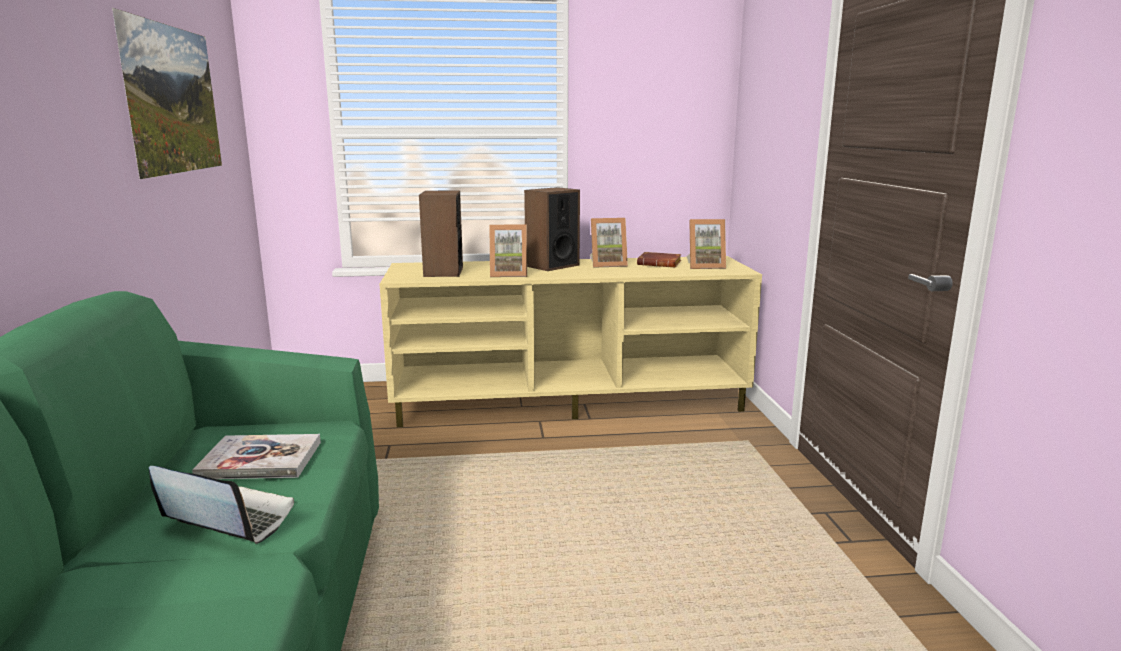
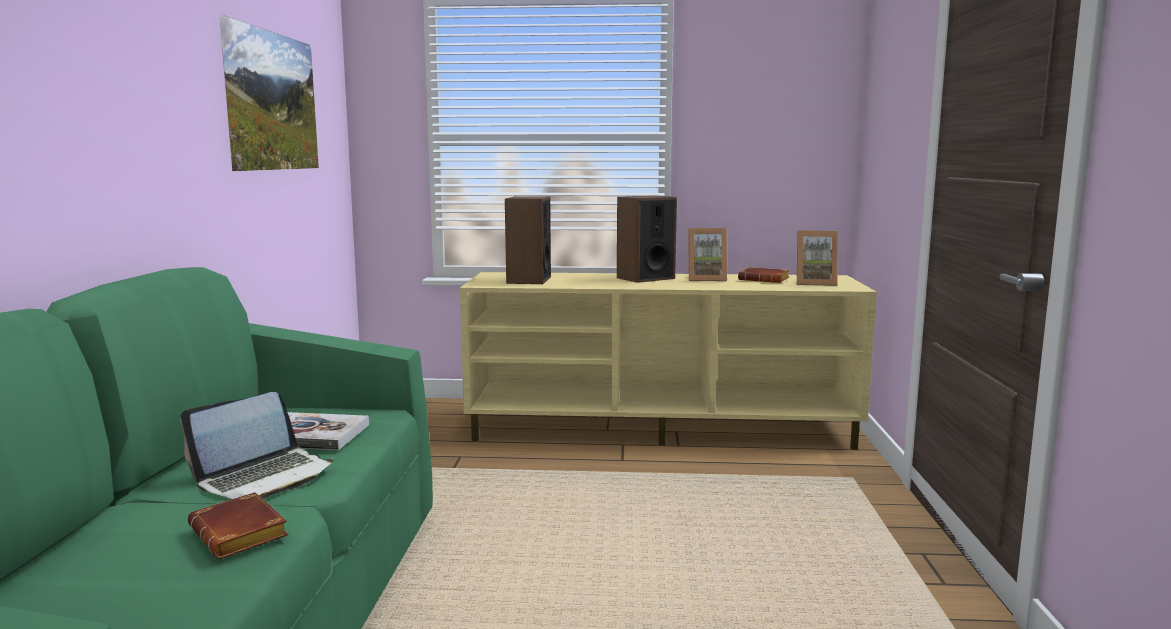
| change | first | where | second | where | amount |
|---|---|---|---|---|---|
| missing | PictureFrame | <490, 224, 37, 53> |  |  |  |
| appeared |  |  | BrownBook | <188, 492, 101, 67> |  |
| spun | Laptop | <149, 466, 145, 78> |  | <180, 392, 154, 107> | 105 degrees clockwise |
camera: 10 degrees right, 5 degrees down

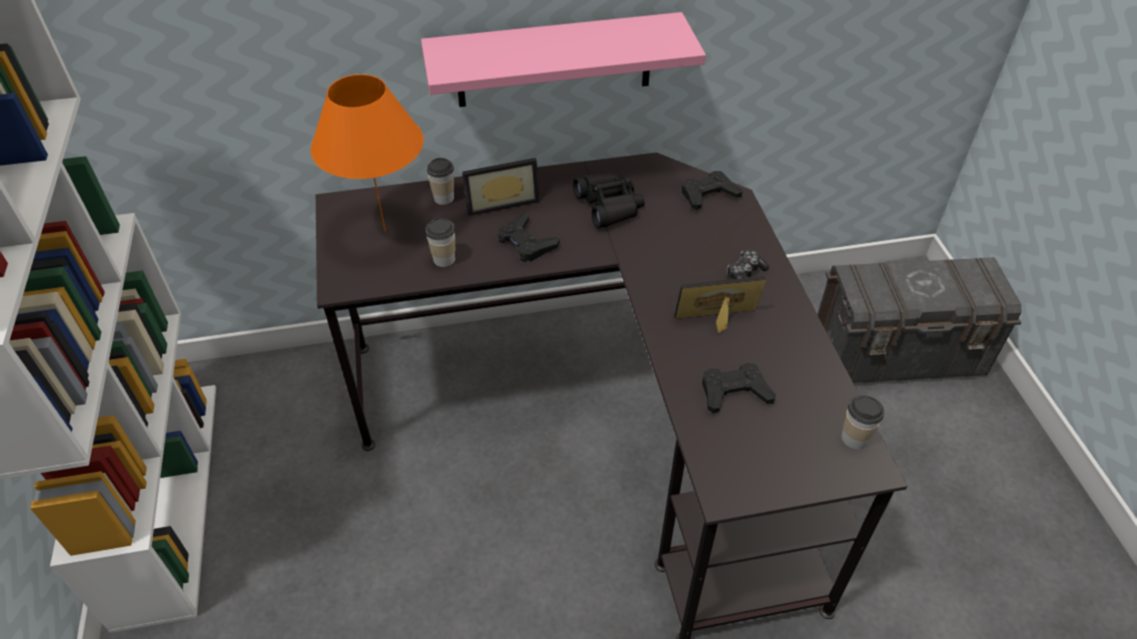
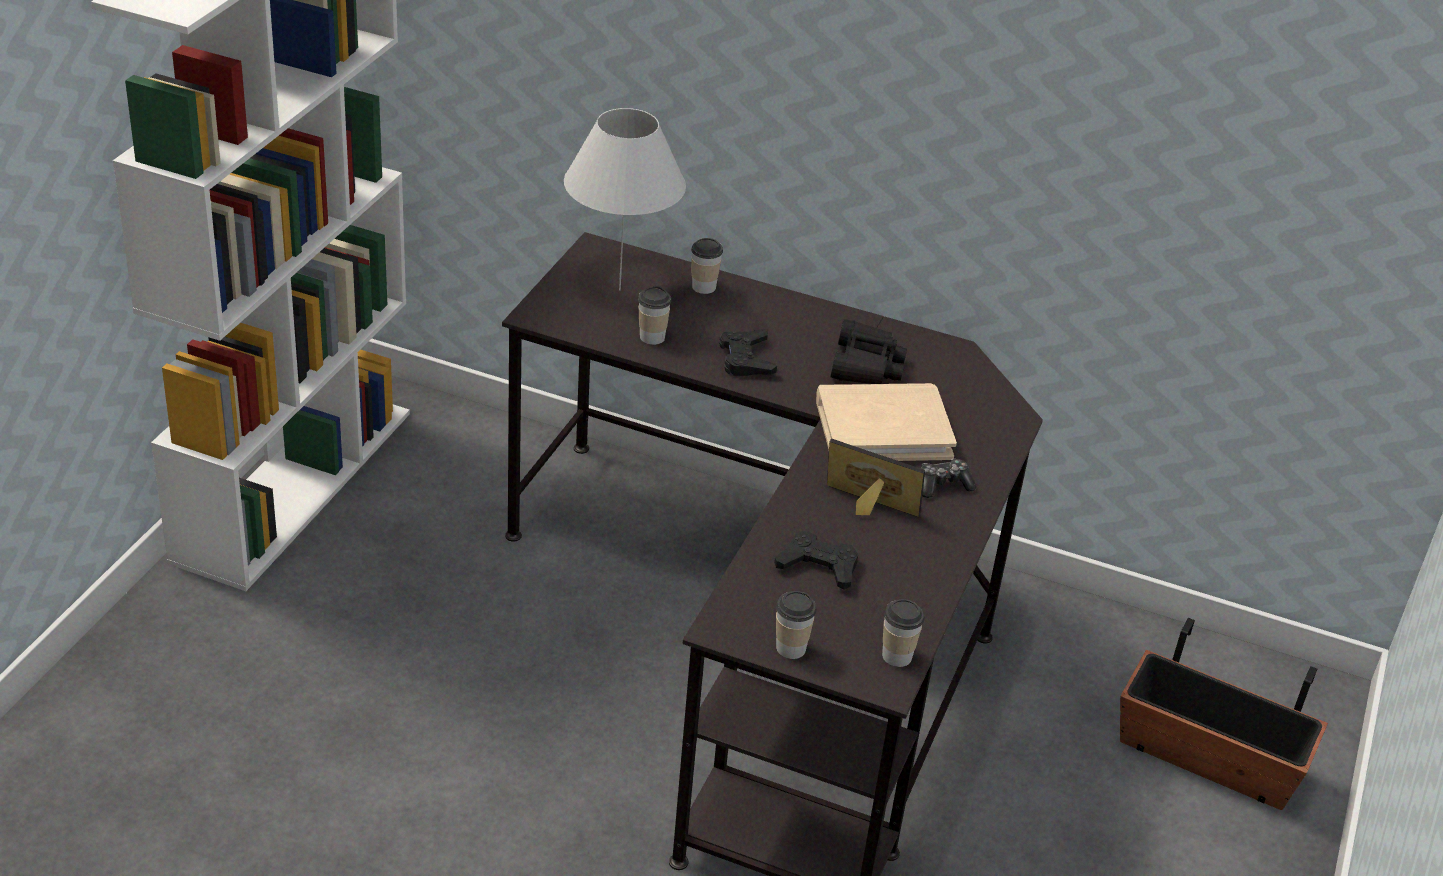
| change | first | where | second | where | amount |
|---|---|---|---|---|---|
| missing | PinkShelf | <421, 12, 285, 95> |  |  |  |
| missing | PictureFrame | <462, 158, 78, 58> |  |  |  |
| missing | BlackGameController | <682, 171, 60, 39> |  |  |  |
| appeared |  |  | Cup | <776, 591, 40, 68> |  |
| appeared |  |  | BeigeBook | <816, 383, 141, 78> |  |
| exchanged | GreyStorageBox | <817, 257, 205, 126> | Planter | <1120, 618, 208, 192> |  |
| colour | OrangeTableLamp | <311, 74, 113, 157> | WhiteTableLamp | <564, 108, 122, 183> |  |
camera: 30 degrees right, 10 degrees down

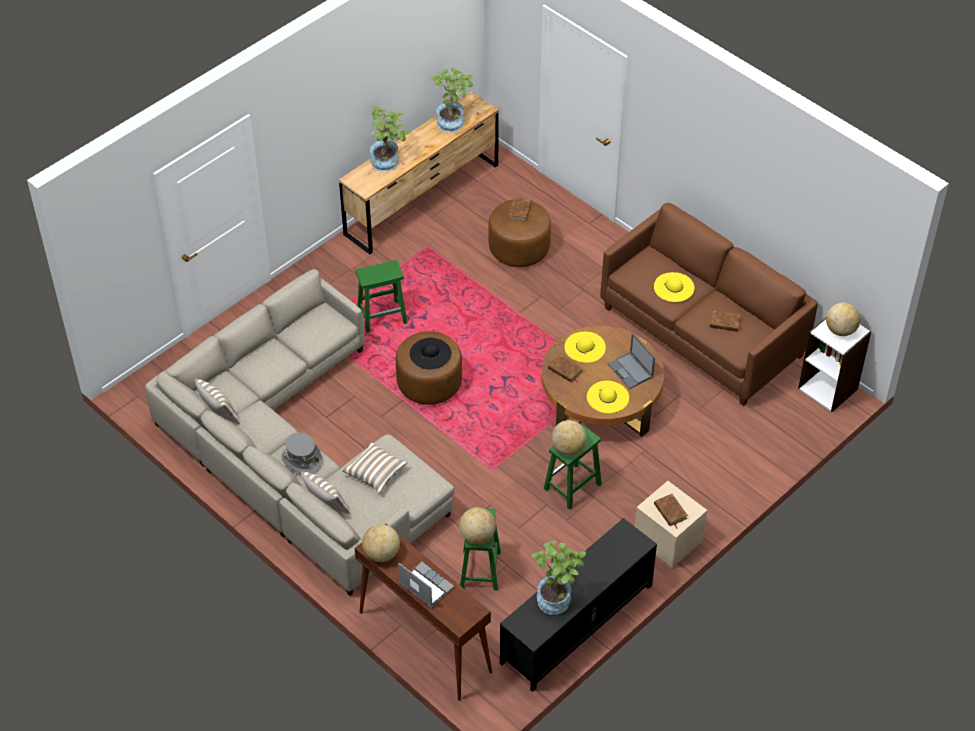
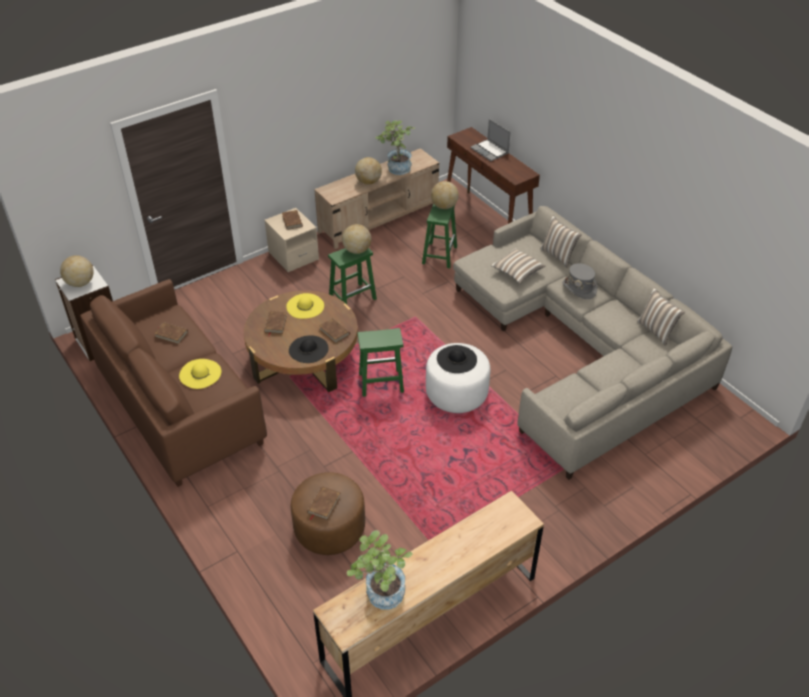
| change | first | where | second | where | amount |
|---|---|---|---|---|---|
| missing | PottedPlant | <370, 106, 41, 66> |  |  |  |
| relocated | GreenStool | <355, 260, 52, 73> |  | <357, 328, 47, 69> |  |
| relocated | Globe | <362, 524, 38, 38> |  | <355, 157, 27, 28> |  |
| exchanged | Laptop | <607, 333, 48, 56> | BrownBook | <264, 311, 23, 25> |  |
| colour | BrownOttoman | <395, 331, 67, 74> | WhiteOttoman | <426, 343, 64, 70> |  |
| colour | BlackTvStand | <500, 518, 157, 174> | BeigeTvStand | <314, 148, 125, 101> |  |
| colour | YellowHat | <565, 332, 41, 31> | BlackHat | <289, 336, 40, 27> |  |
camera: 170 degrees left, 5 degrees down

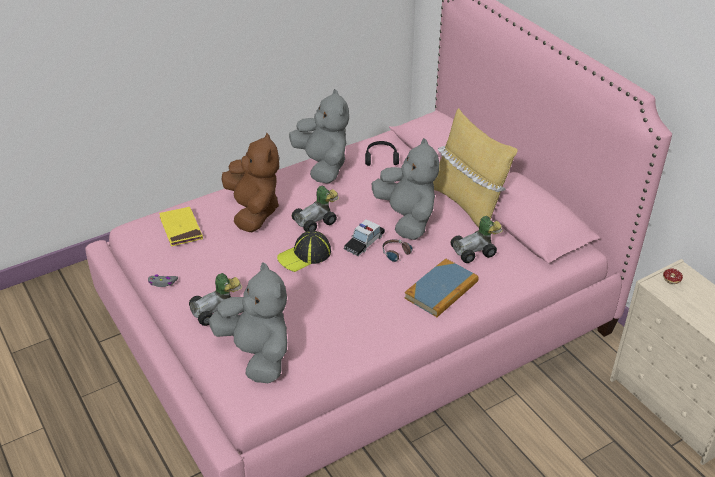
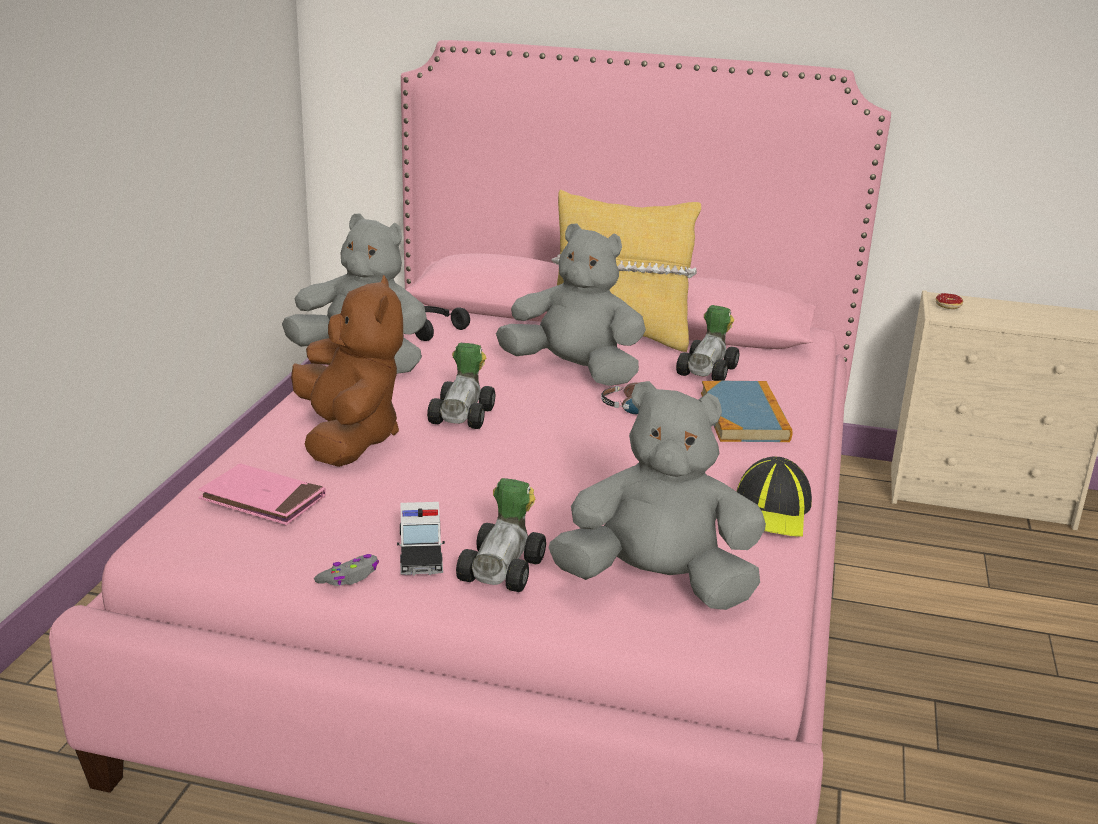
| change | first | where | second | where | amount |
|---|---|---|---|---|---|
| relocated | Cap | <277, 230, 54, 42> |  | <737, 456, 75, 80> |  |
| relocated | ToyCar | <344, 219, 41, 37> |  | <397, 502, 48, 74> |  |
| colour | YellowBook | <159, 207, 44, 39> | PinkBook | <198, 464, 128, 61> |  |
| spun | BrownPlushToy | <222, 132, 57, 100> |  | <291, 275, 112, 192> | 45 degrees clockwise |
camera: 45 degrees left, 15 degrees down

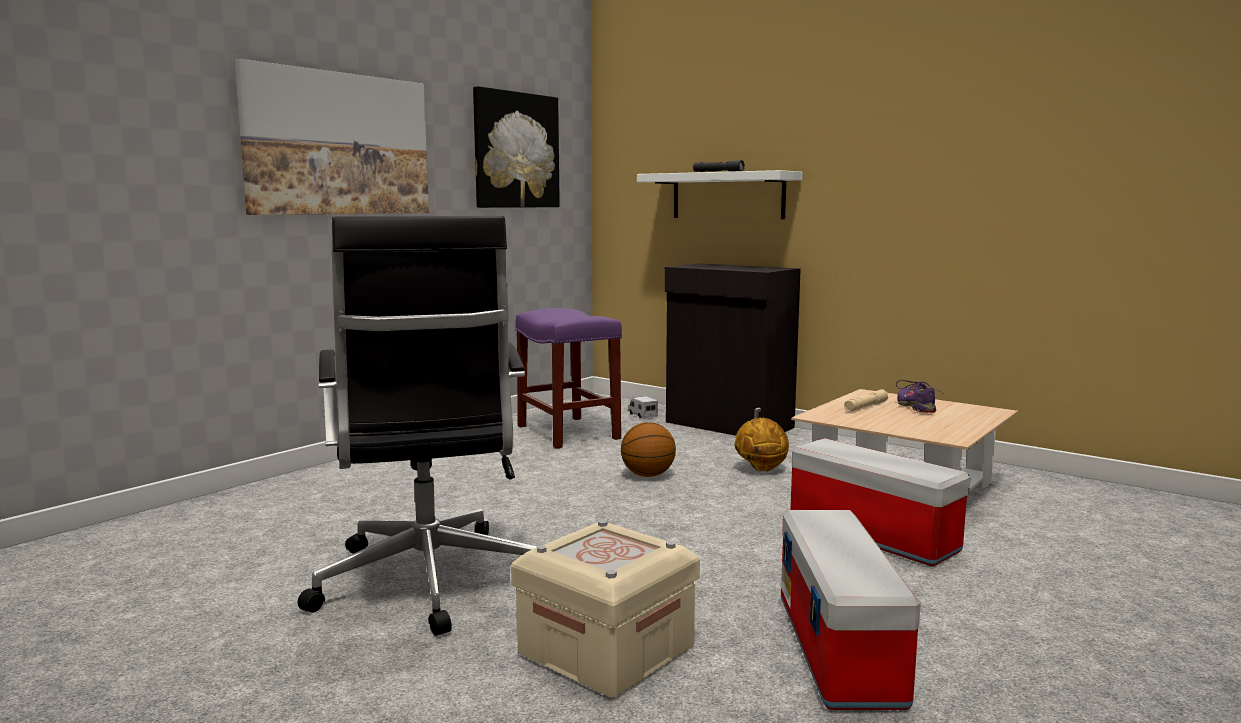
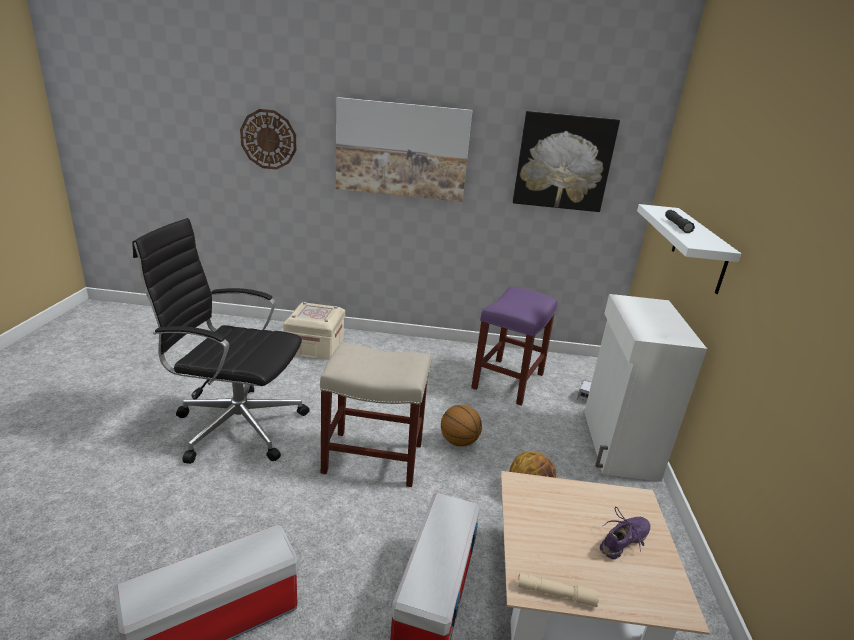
| change | first | where | second | where | amount |
|---|---|---|---|---|---|
| appeared |  |  | WallClock | <240, 109, 56, 61> |  |
| appeared |  |  | BeigeStool | <320, 342, 111, 145> |  |
| relocated | BeigeStorageBox | <511, 520, 189, 178> |  | <283, 302, 62, 58> |  |
| relocated | BeigeFlashlight | <844, 389, 44, 23> |  | <518, 573, 81, 34> |  |
| colour | BlackCabinet | <664, 263, 137, 173> | WhiteCabinet | <584, 294, 123, 188> |  |
| spun | BlackOfficeChair | <298, 216, 239, 420> |  | <132, 218, 178, 246> | 60 degrees clockwise |
camera: 55 degrees right, 15 degrees up

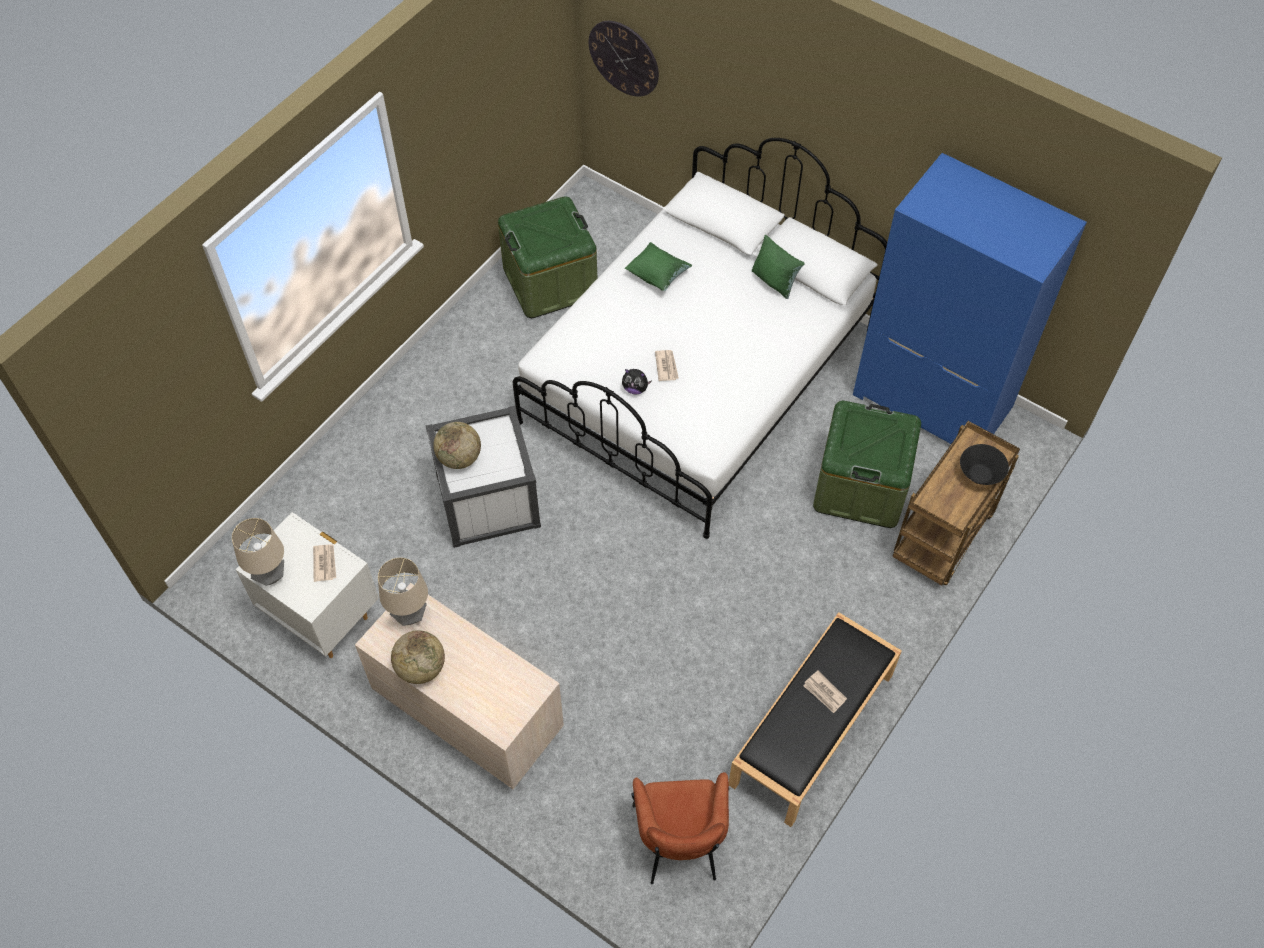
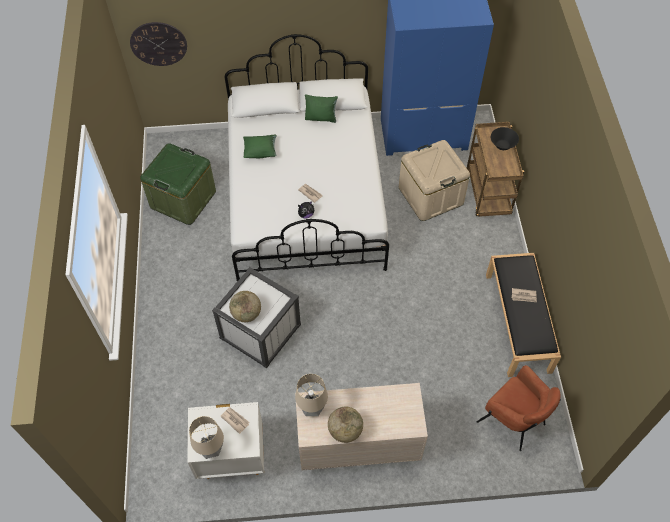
| change | first | where | second | where | amount |
|---|---|---|---|---|---|
| colour | GreenStorageBox | <813, 401, 108, 127> | BeigeStorageBox | <399, 140, 71, 81> |  |
camera: 40 degrees left, 0 degrees up

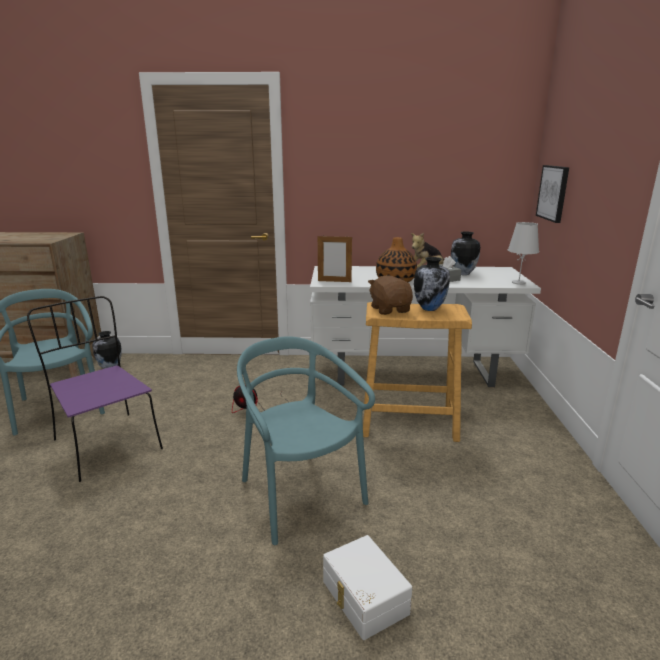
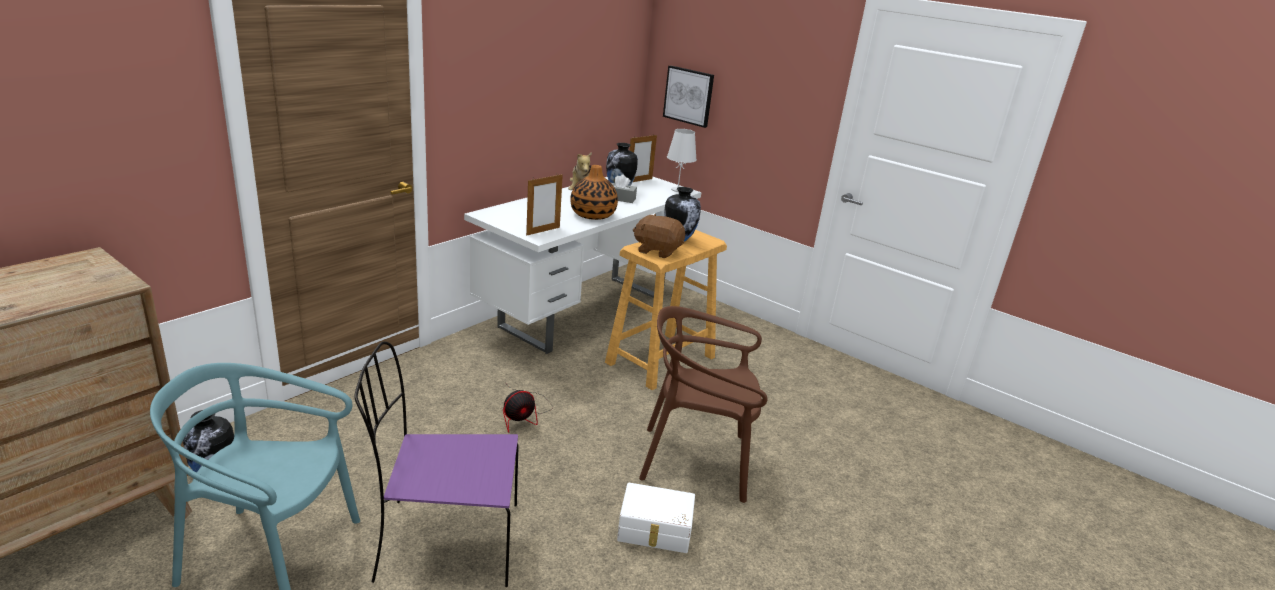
| change | first | where | second | where | amount |
|---|---|---|---|---|---|
| appeared |  |  | PictureFrame | <630, 134, 27, 48> |  |
| relocated | WhiteStorageBox | <323, 535, 89, 105> |  | <617, 483, 78, 70> |  |
| colour | TurquoiseChair | <237, 336, 138, 209> | BrownChair | <639, 306, 128, 197> |  |
camera: 55 degrees left, 5 degrees up

